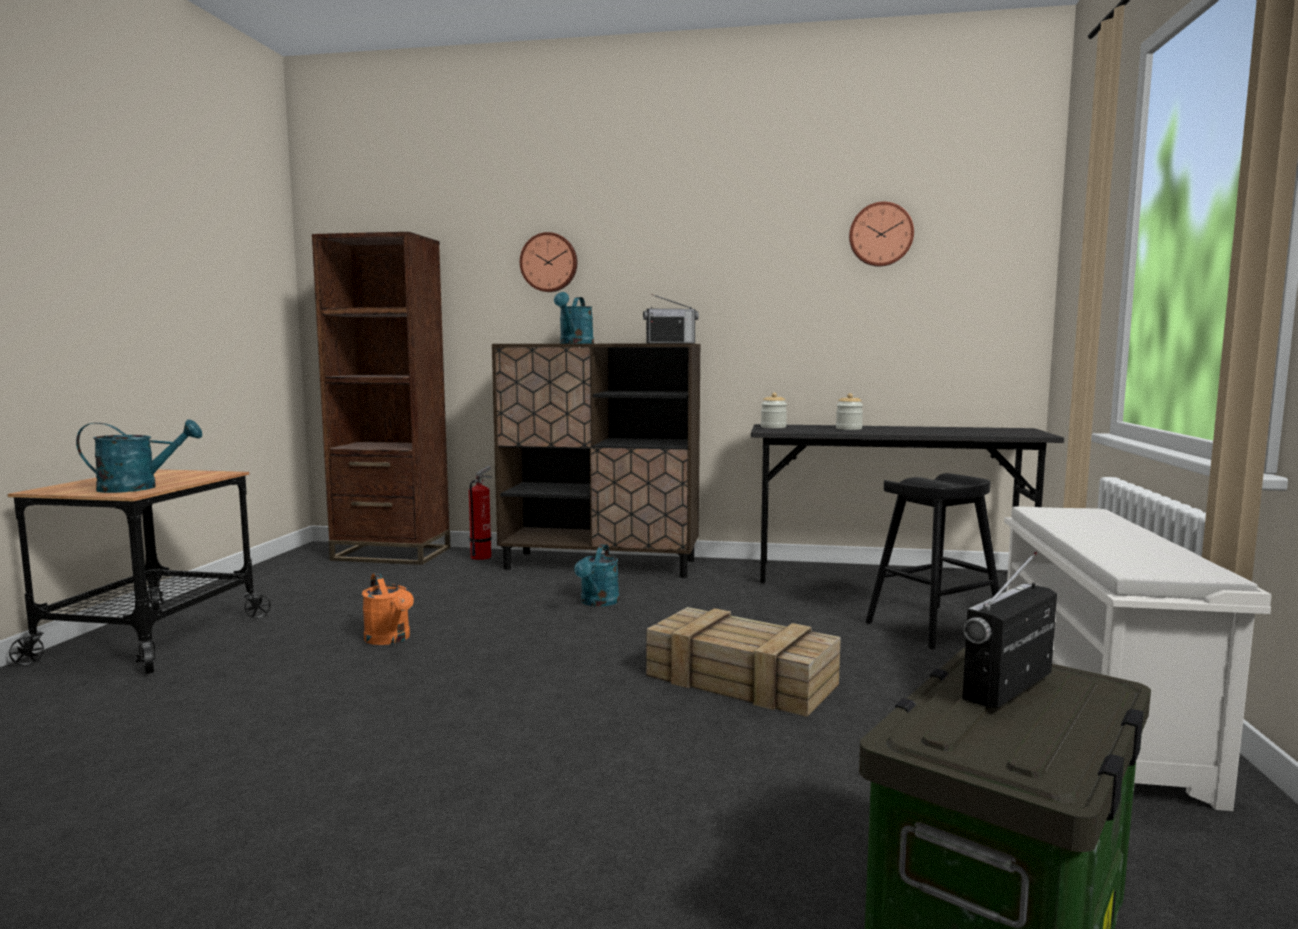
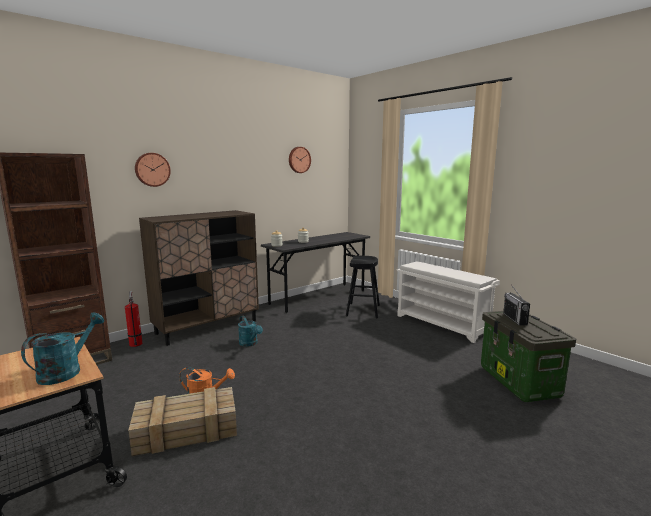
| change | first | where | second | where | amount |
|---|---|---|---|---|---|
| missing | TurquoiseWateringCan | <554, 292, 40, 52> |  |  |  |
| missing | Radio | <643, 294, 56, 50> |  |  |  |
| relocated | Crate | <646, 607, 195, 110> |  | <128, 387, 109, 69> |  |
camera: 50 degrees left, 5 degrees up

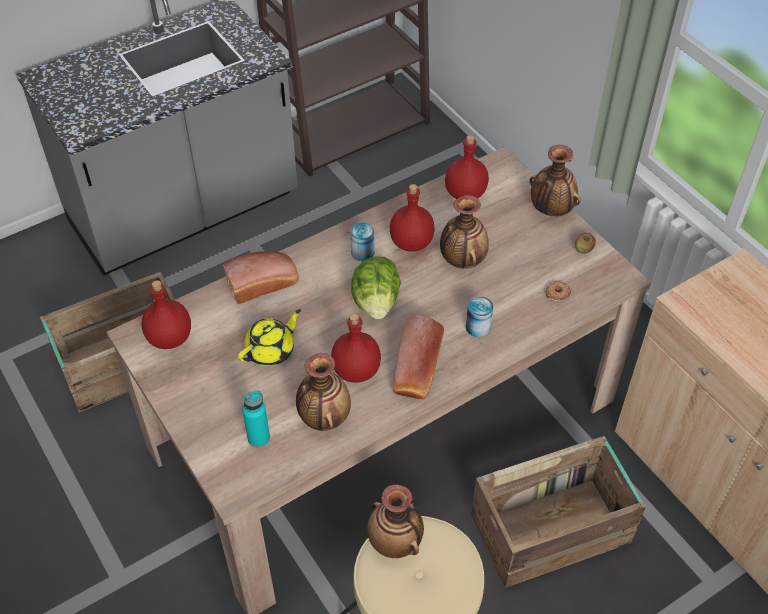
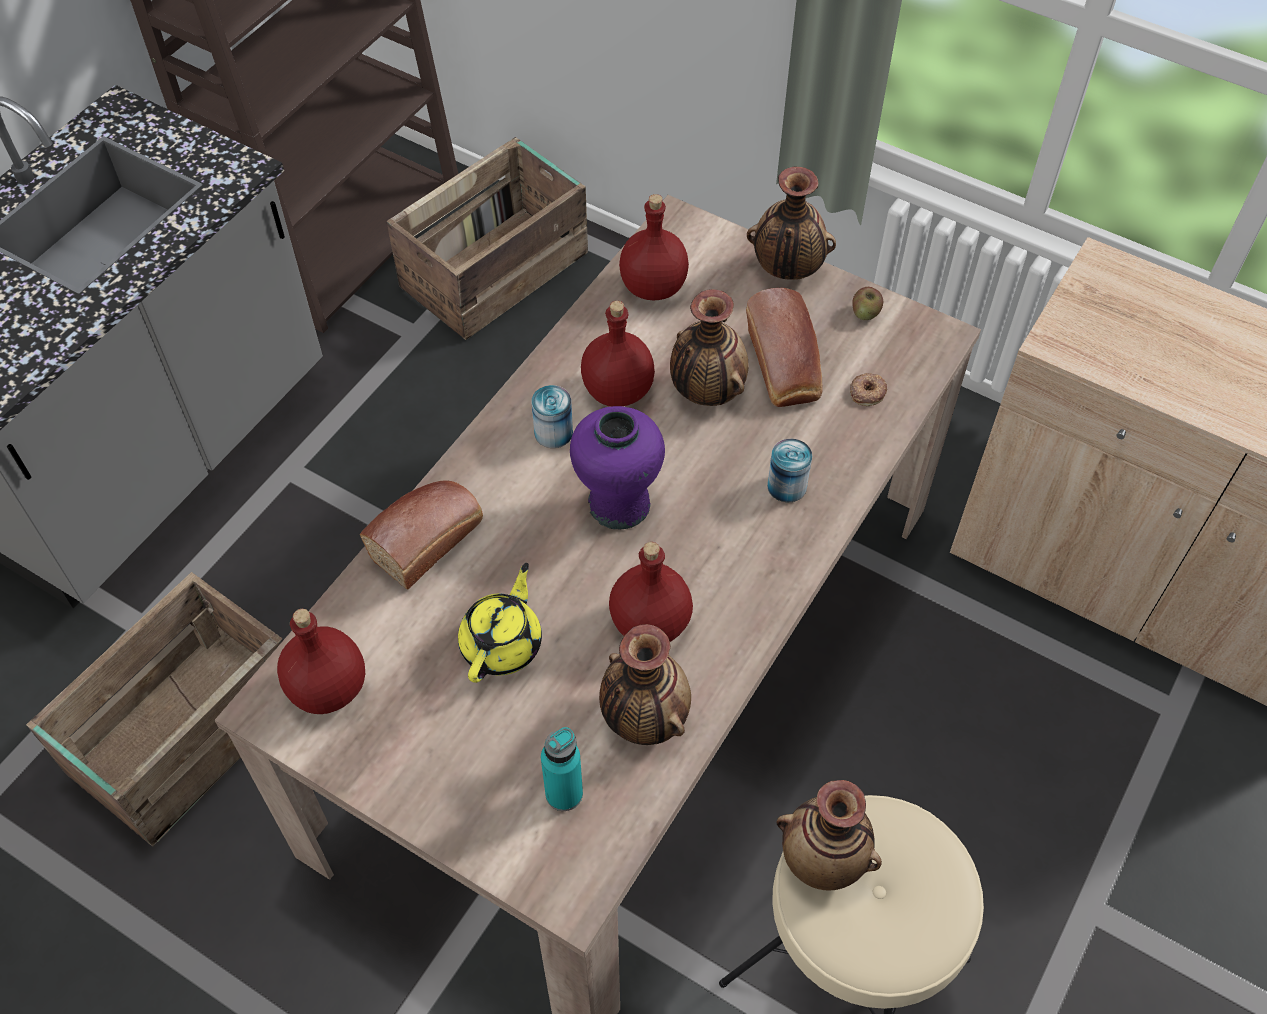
| change | first | where | second | where | amount |
|---|---|---|---|---|---|
| relocated | Bread | <392, 315, 52, 84> |  | <746, 288, 77, 119> |  |
| relocated | Crate | <471, 436, 175, 152> |  | <386, 137, 202, 203> |  |
| exchanged | Lettuce | <351, 256, 50, 63> | PurpleVase | <570, 406, 95, 123> |  |
camera: 25 degrees left, 5 degrees up

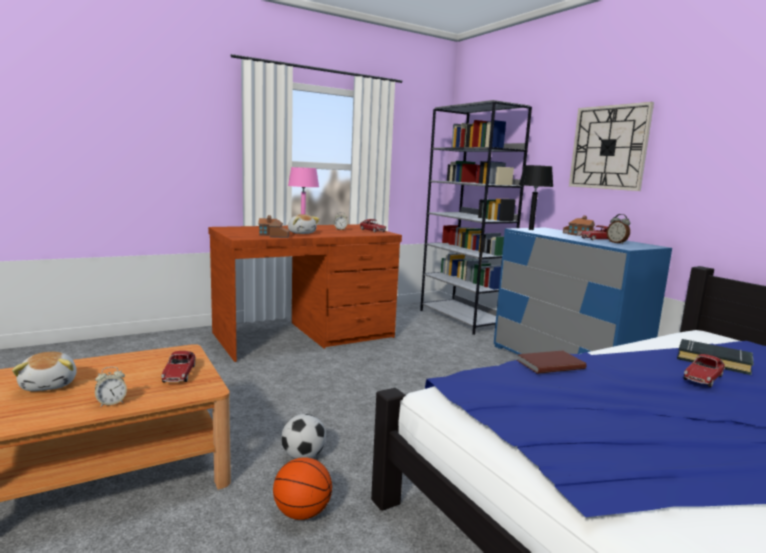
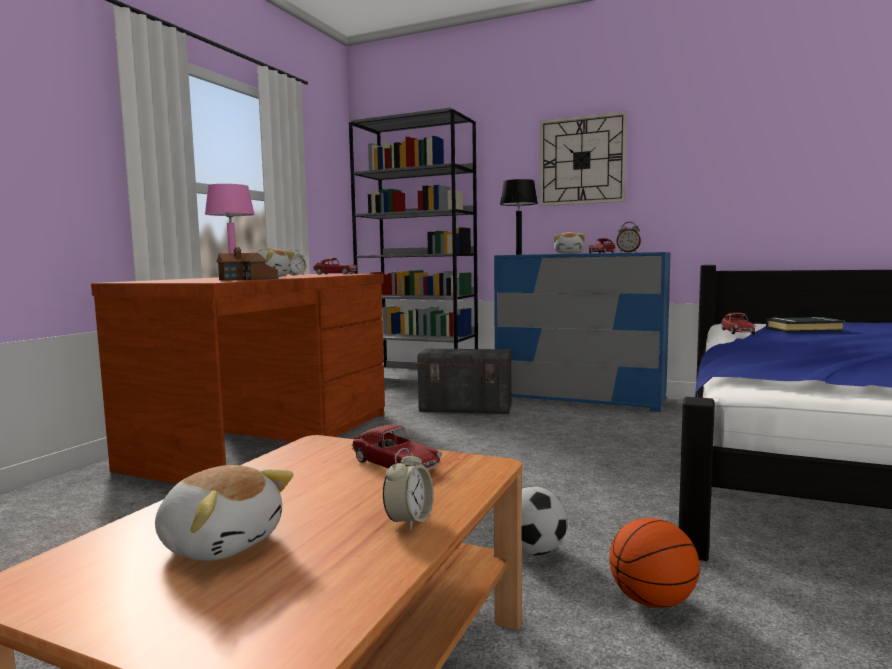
| change | first | where | second | where | amount |
|---|---|---|---|---|---|
| missing | BrownBook | <517, 351, 70, 23> |  |  |  |
| appeared |  |  | GreyStorageBox | <416, 349, 97, 65> |  |
| relocated | ToyCar | <684, 354, 41, 33> |  | <721, 313, 35, 21> |  |
| exchanged | ToyHouse | <563, 215, 32, 21> | PlushToy | <554, 232, 31, 22> |  |
camera: 35 degrees left, 5 degrees down

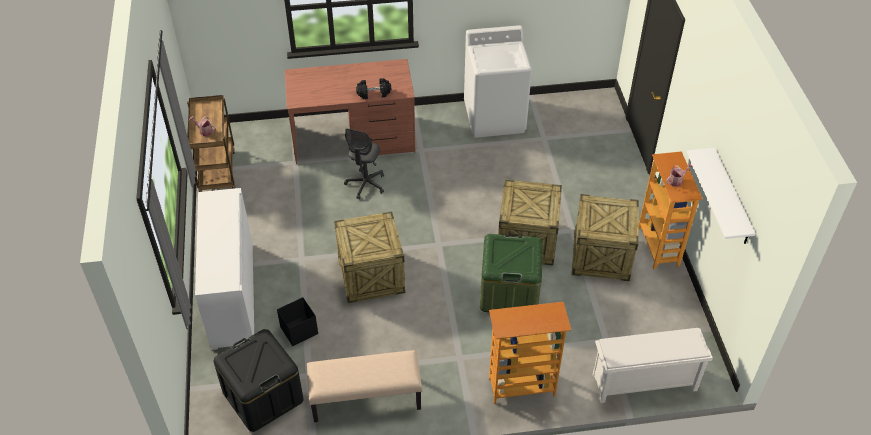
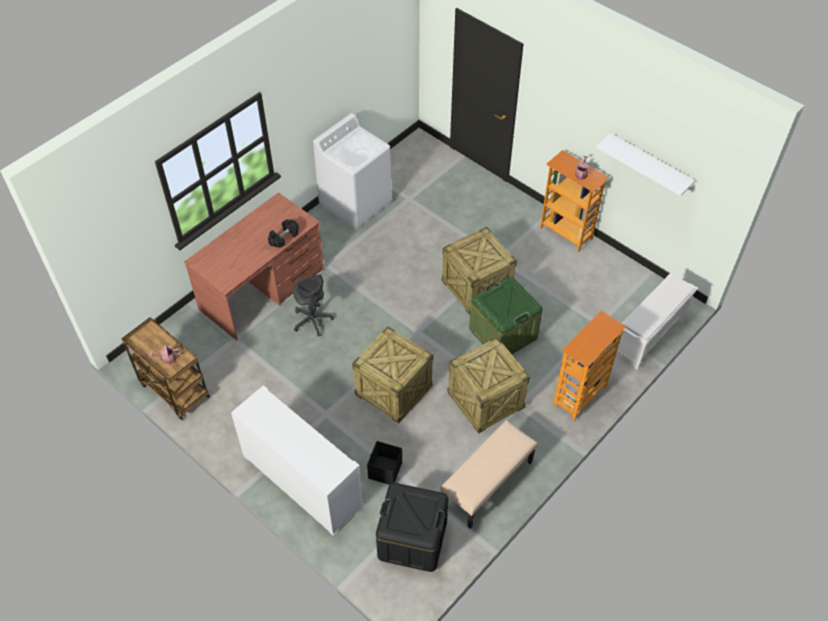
| change | first | where | second | where | amount |
|---|---|---|---|---|---|
| relocated | Crate | <572, 194, 67, 87> |  | <447, 337, 83, 96> |  |
camera: 40 degrees left, 5 degrees up

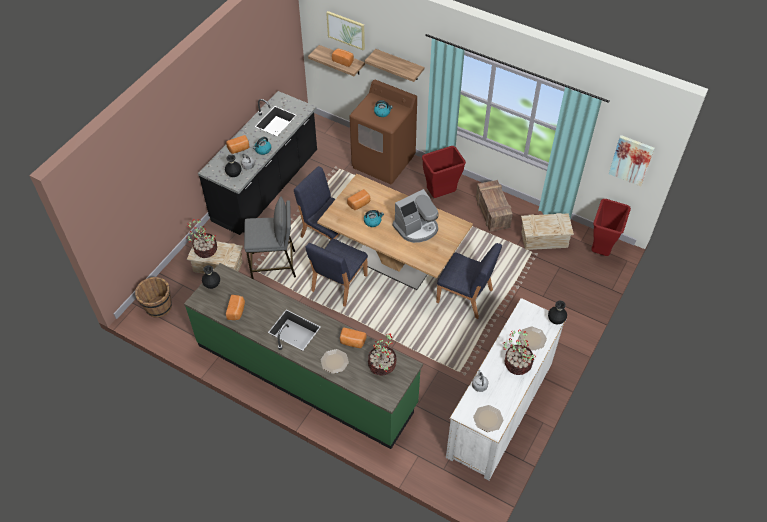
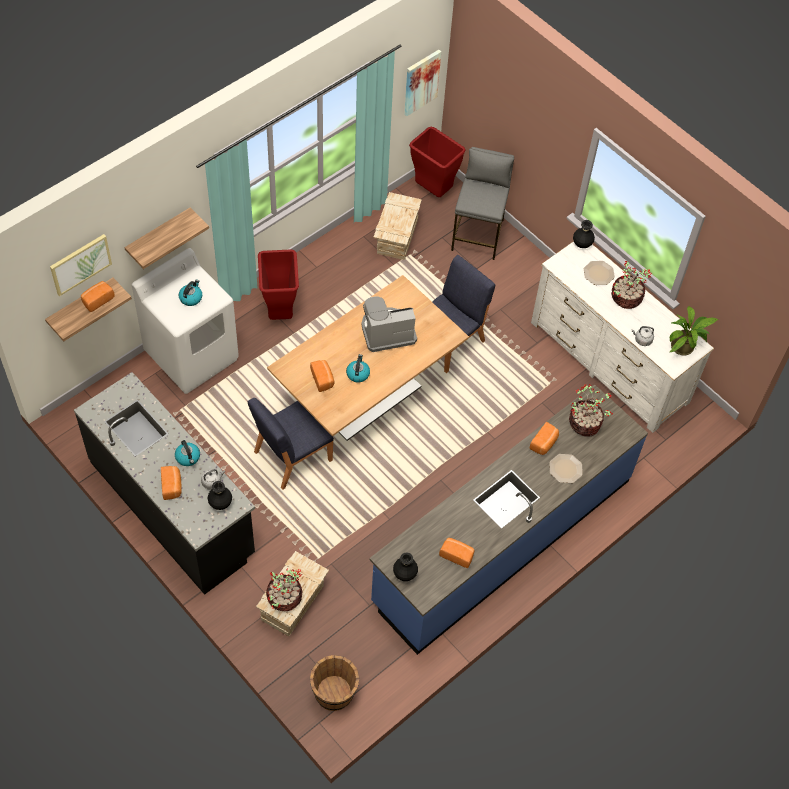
| change | first | where | second | where | amount |
|---|---|---|---|---|---|
| missing | BlueChair | <305, 239, 63, 68> |  |  |  |
| missing | Crate | <476, 180, 37, 52> |  |  |  |
| relocated | GreyStool | <244, 197, 52, 82> |  | <451, 147, 63, 113> |  |
| exchanged | Plate | <473, 405, 30, 27> | PottedPlant | <670, 306, 49, 49> |  |
| colour | GreenCounter | <184, 263, 239, 186> | BlueCounter | <369, 384, 279, 271> |  |
| colour | BrownWashingMachine | <349, 80, 68, 104> | WhiteWashingMachine | <132, 248, 107, 146> |  |
| spun | CoffeeMachine | <393, 189, 46, 54> |  | <362, 296, 55, 56> | 90 degrees counterclockwise |
camera: 75 degrees left, 5 degrees up

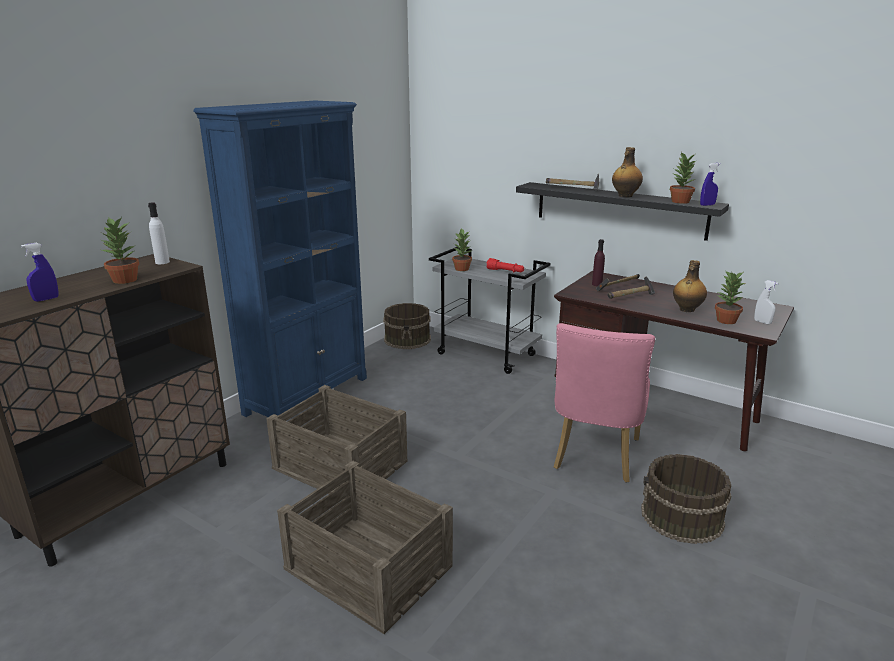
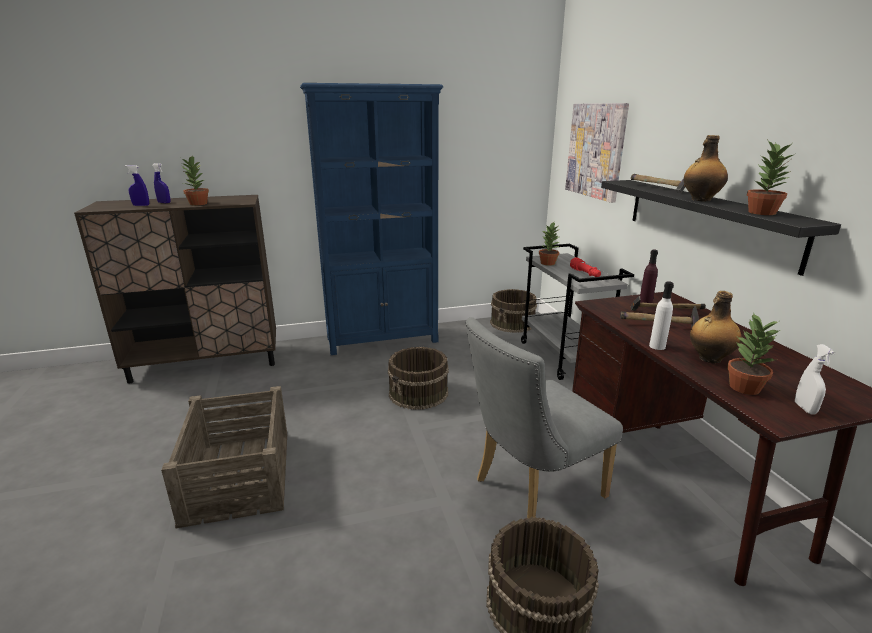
| change | first | where | second | where | amount |
|---|---|---|---|---|---|
| missing | Crate | <266, 385, 141, 114> |  |  |  |
| appeared |  |  | BrownBucket | <388, 347, 61, 63> |  |
| appeared |  |  | Picture | <565, 103, 64, 100> |  |
| relocated | WhiteBottle | <148, 202, 22, 62> |  | <649, 281, 25, 69> |  |
| relocated | BlueSprayBottle | <700, 163, 20, 43> |  | <152, 163, 18, 40> |  |
| colour | PinkChair | <554, 323, 101, 160> | GreyChair | <466, 317, 157, 202> |  |
camera: 40 degrees right, 0 degrees up

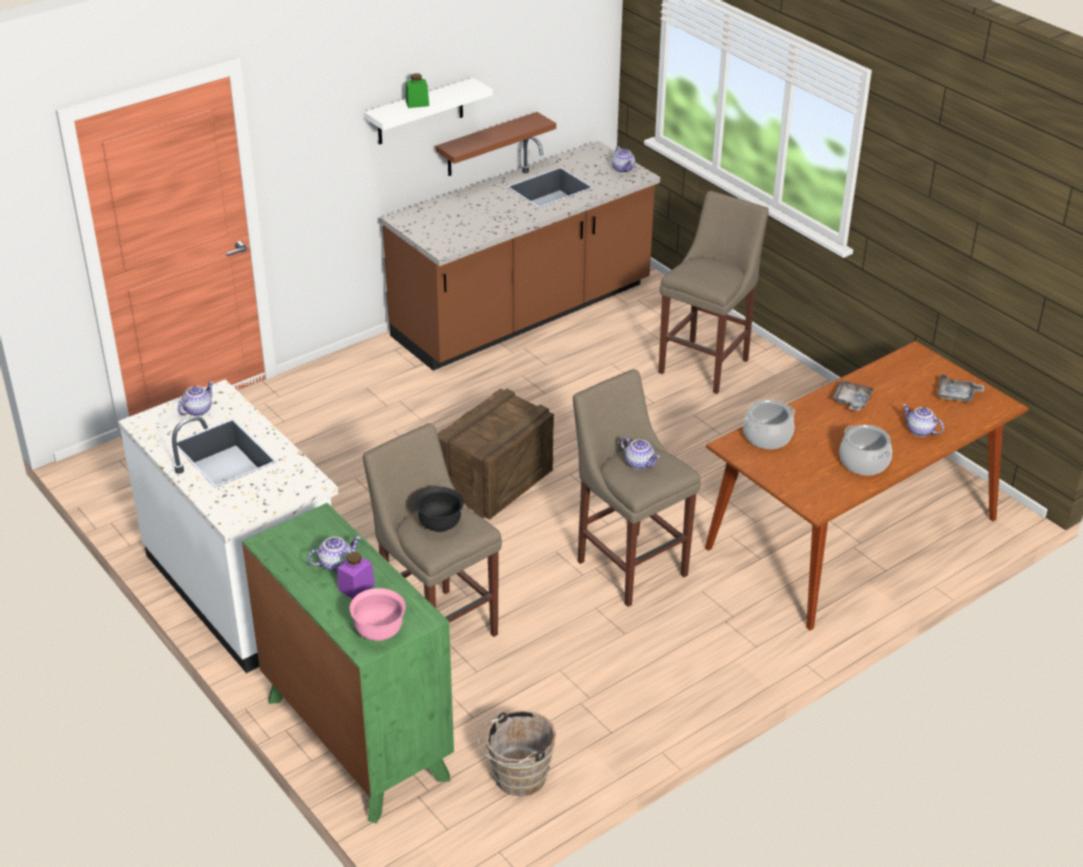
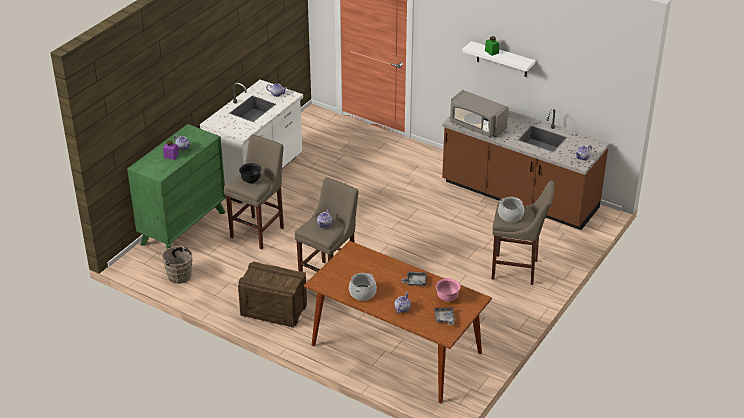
| change | first | where | second | where | amount |
|---|---|---|---|---|---|
| missing | BrownShelf | <436, 112, 120, 64> |  |  |  |
| appeared |  |  | GreyMicrowave | <450, 90, 59, 47> |  |
| relocated | PinkBowl | <350, 588, 56, 53> |  | <436, 278, 25, 24> |  |
| relocated | Crate | <437, 389, 117, 131> |  | <238, 261, 69, 67> |  |
| relocated | CookingPot | <743, 400, 52, 49> |  | <498, 197, 26, 25> |  |
camera: 70 degrees right, 0 degrees up

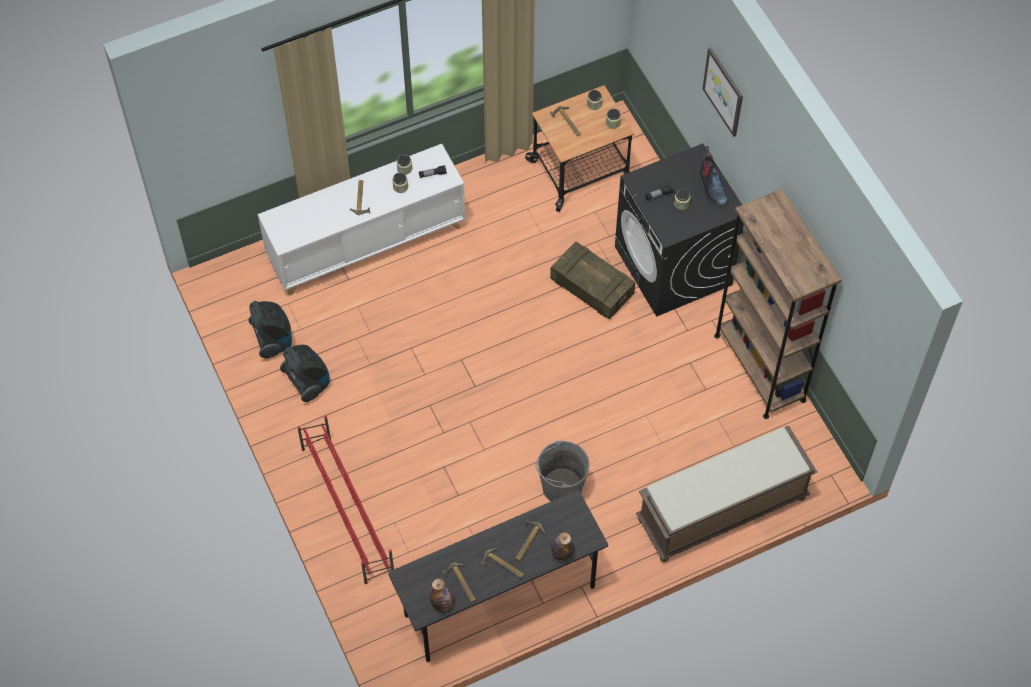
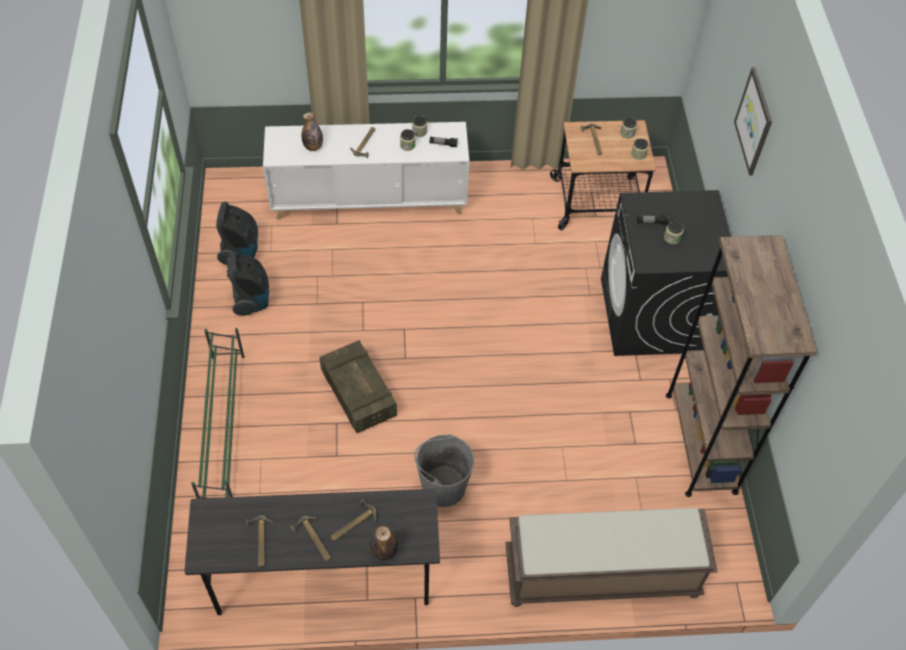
| change | first | where | second | where | amount |
|---|---|---|---|---|---|
| missing | Boot | <700, 146, 28, 60> |  |  |  |
| relocated | Bottle | <430, 579, 24, 33> |  | <302, 112, 21, 39> |  |
| relocated | Crate | <550, 241, 85, 79> |  | <320, 340, 77, 93> |  |
| colour | RedShoeRack | <297, 415, 97, 169> | GreenShoeRack | <191, 328, 54, 171> |  |
camera: 20 degrees right, 5 degrees down

